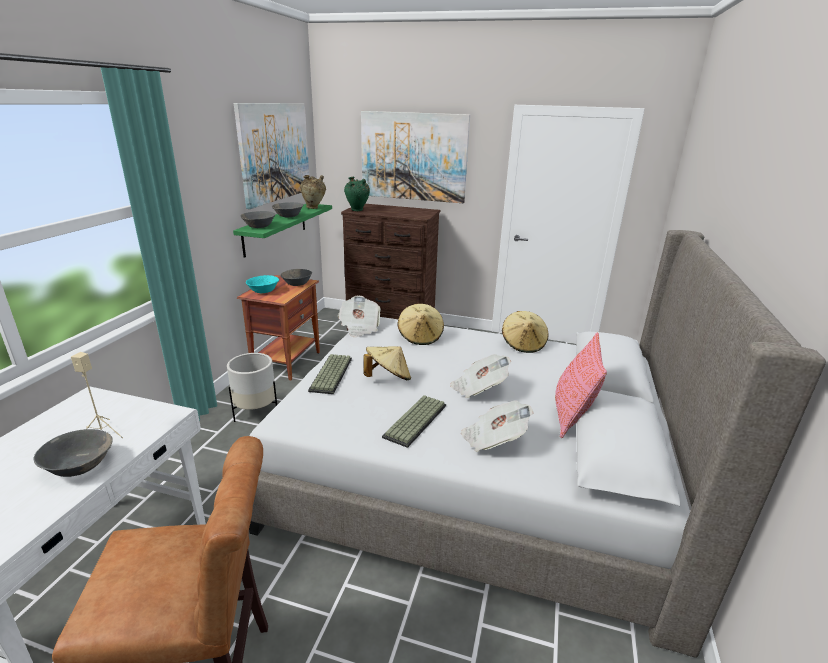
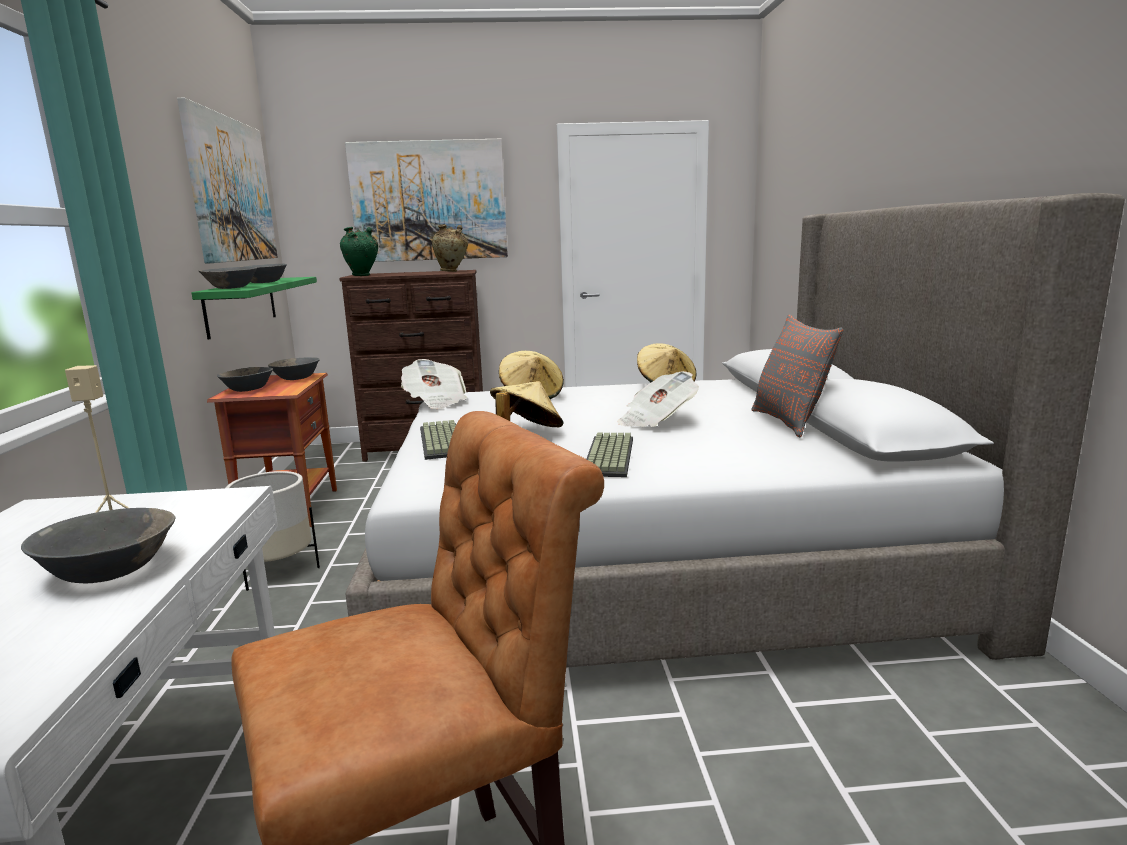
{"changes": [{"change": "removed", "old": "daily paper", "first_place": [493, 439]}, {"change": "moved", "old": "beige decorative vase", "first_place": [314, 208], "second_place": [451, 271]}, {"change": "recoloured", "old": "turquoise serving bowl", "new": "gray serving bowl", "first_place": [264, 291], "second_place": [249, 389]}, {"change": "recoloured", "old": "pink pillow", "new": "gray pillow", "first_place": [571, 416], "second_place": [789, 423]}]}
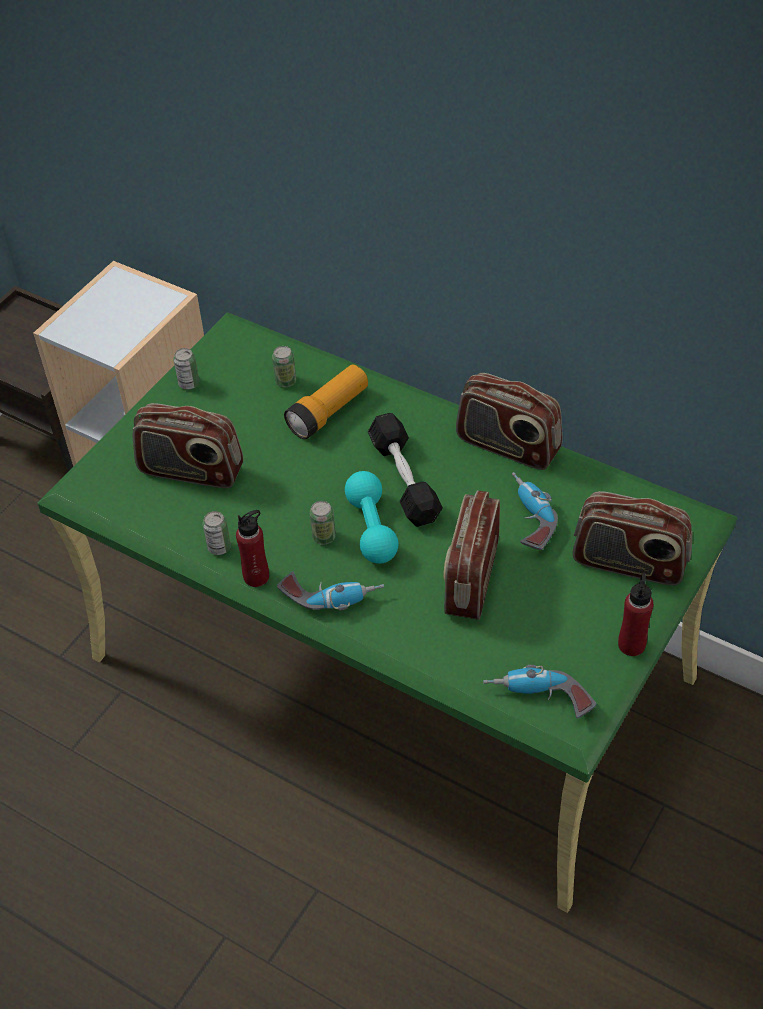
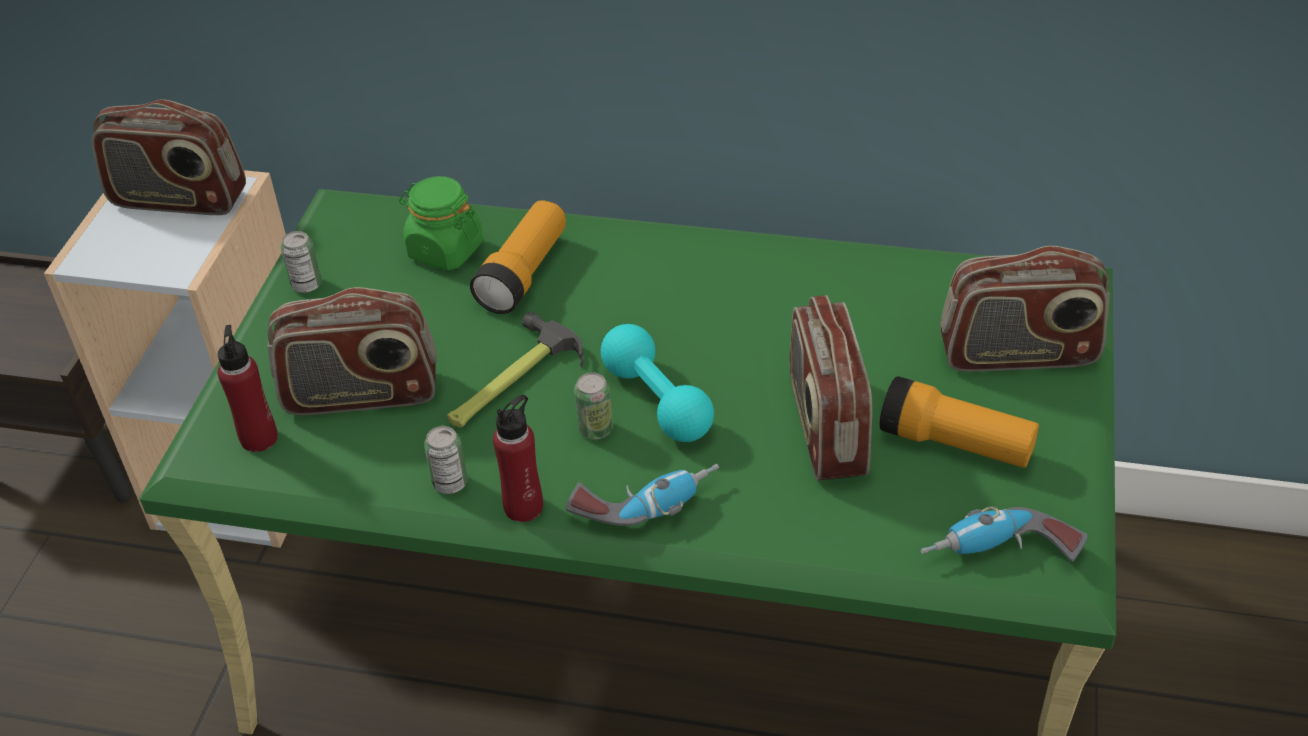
{"changes": [{"change": "removed", "old": "blackish hand weight", "first_place": [404, 480]}, {"change": "removed", "old": "drill", "first_place": [527, 518]}, {"change": "added", "new": "hand hammer", "second_place": [510, 381]}, {"change": "added", "new": "hand torch", "second_place": [955, 443]}, {"change": "moved", "old": "radio", "first_place": [507, 446], "second_place": [178, 200]}, {"change": "moved", "old": "red drink bottle", "first_place": [631, 644], "second_place": [259, 438]}, {"change": "replaced", "old": "sealed can", "new": "green-coloured preserve jar", "first_place": [285, 381], "second_place": [445, 250]}]}
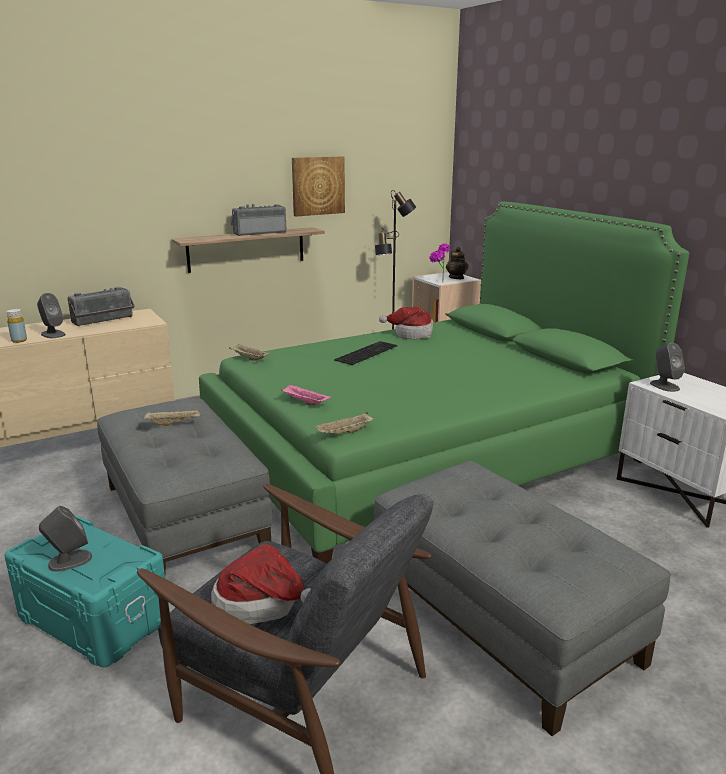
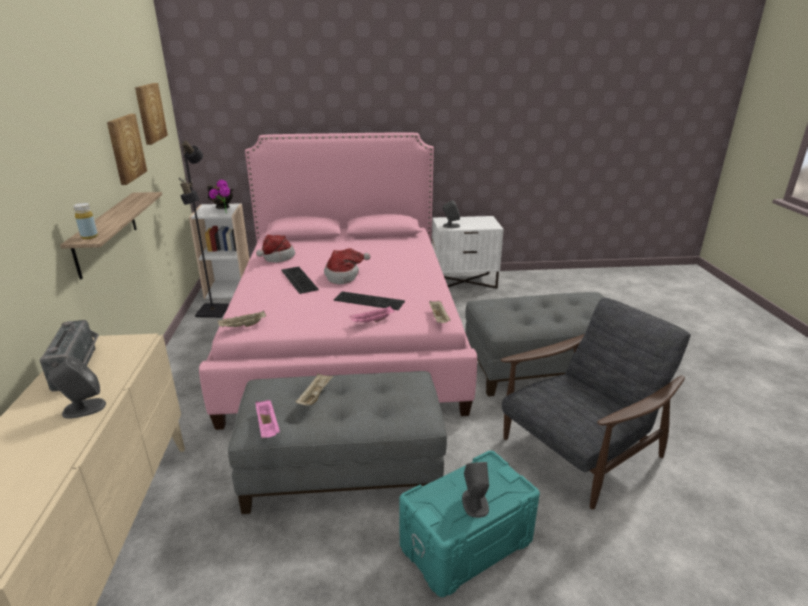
{"changes": [{"change": "removed", "old": "radio", "first_place": [259, 233]}, {"change": "added", "new": "wall art", "second_place": [149, 113]}, {"change": "added", "new": "pink carrying tray", "second_place": [268, 426]}, {"change": "added", "new": "computer keyboard", "second_place": [370, 300]}, {"change": "moved", "old": "yellow drink bottle", "first_place": [19, 340], "second_place": [89, 236]}, {"change": "moved", "old": "wearable hat", "first_place": [262, 605], "second_place": [344, 276]}, {"change": "recoloured", "old": "green-coloured bedroom bed", "new": "pink bedroom bed", "first_place": [423, 450], "second_place": [345, 334]}]}
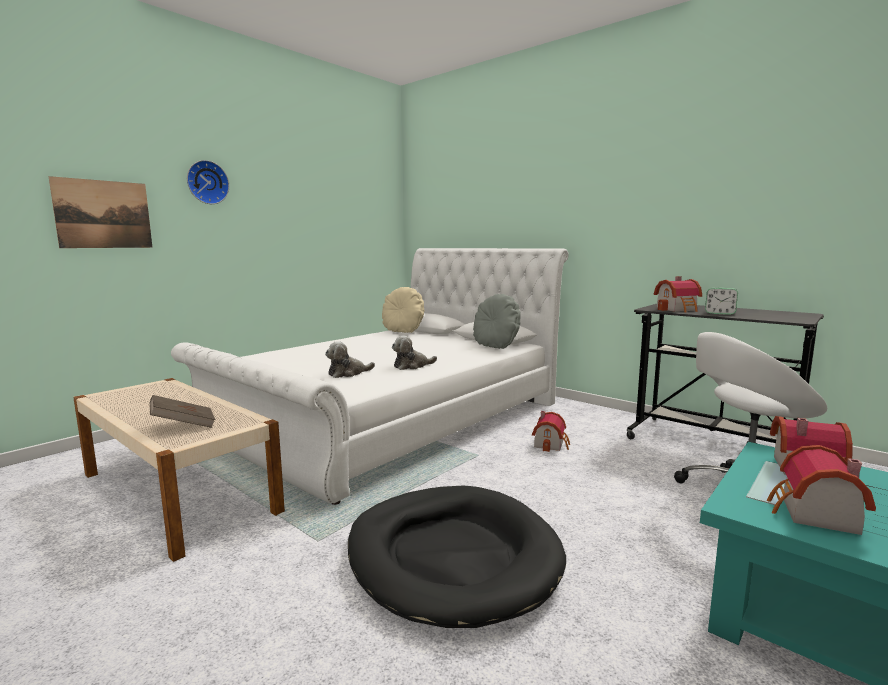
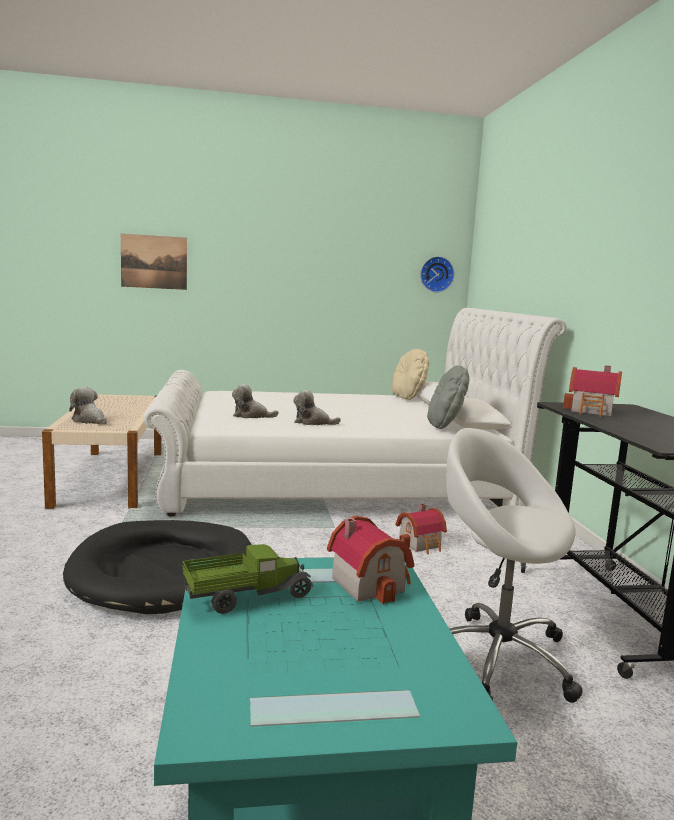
{"changes": [{"change": "removed", "old": "table clock", "first_place": [720, 313]}, {"change": "moved", "old": "clock on the wall", "first_place": [207, 182], "second_place": [436, 274]}, {"change": "replaced", "old": "brown bound book", "new": "soft toy", "first_place": [183, 425], "second_place": [89, 421]}, {"change": "replaced", "old": "miniature house", "new": "toy truck", "first_place": [814, 515], "second_place": [246, 597]}]}
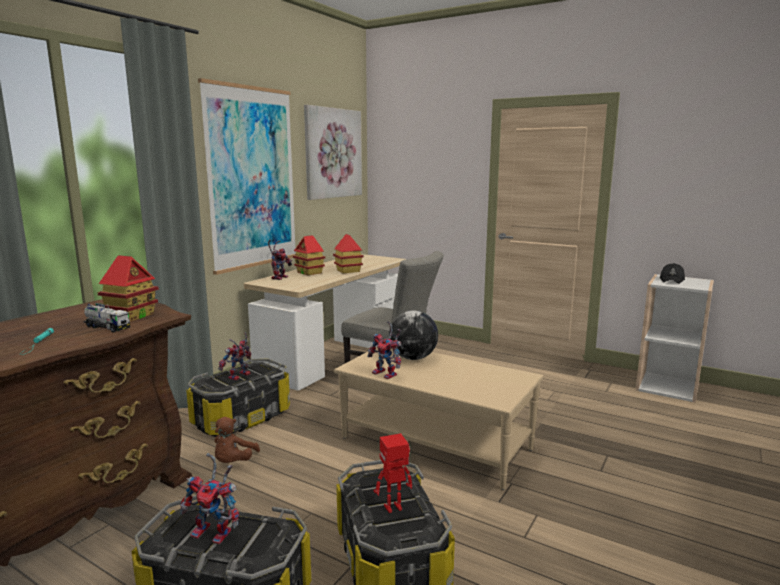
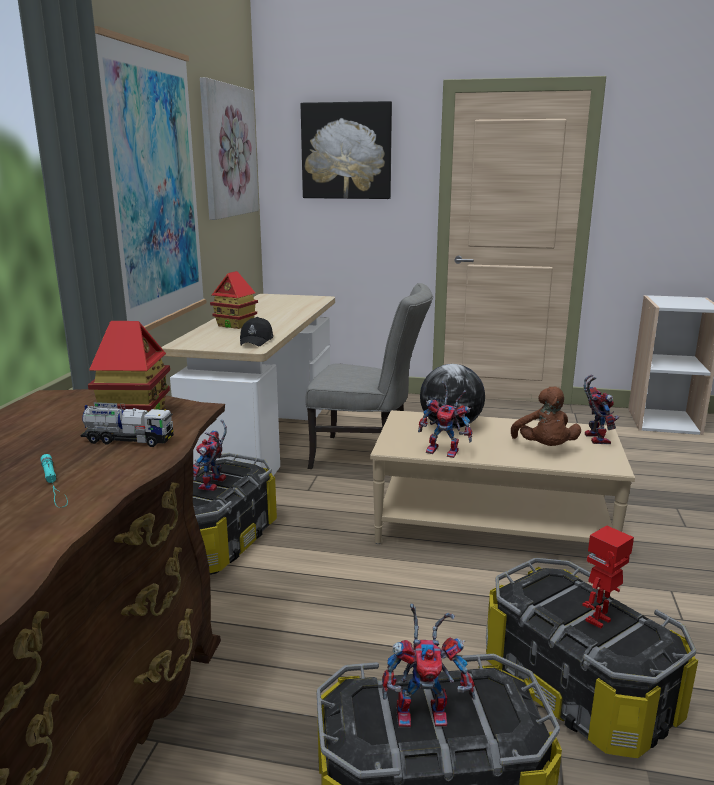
{"changes": [{"change": "removed", "old": "miniature house", "first_place": [348, 271]}, {"change": "added", "new": "wall art", "second_place": [346, 151]}, {"change": "moved", "old": "brown soft toy", "first_place": [233, 462], "second_place": [544, 448]}, {"change": "moved", "old": "toy robot", "first_place": [279, 277], "second_place": [593, 438]}, {"change": "moved", "old": "blackish peaked cap", "first_place": [672, 280], "second_place": [257, 340]}]}
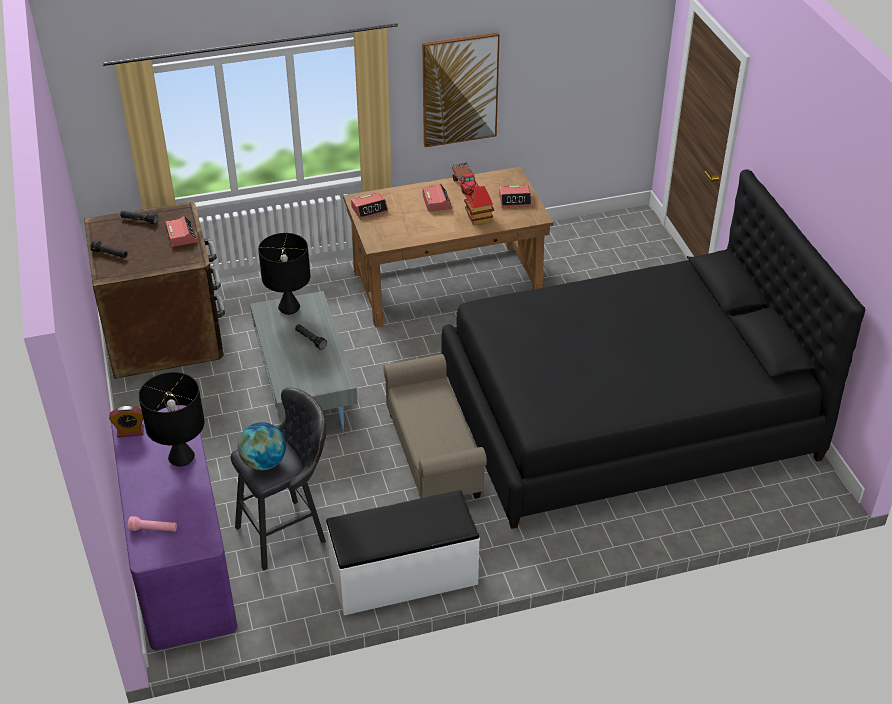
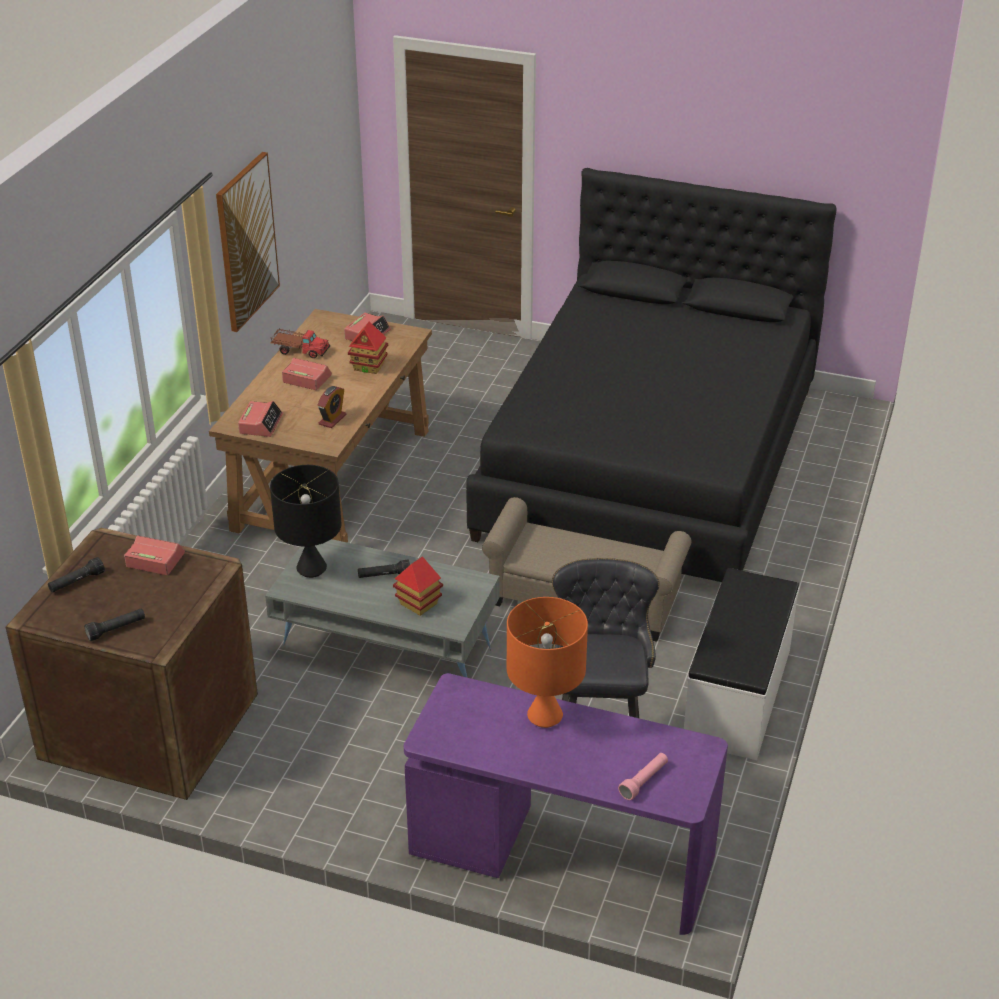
{"changes": [{"change": "removed", "old": "globe", "first_place": [264, 462]}, {"change": "added", "new": "miniature house", "second_place": [418, 604]}, {"change": "moved", "old": "table clock", "first_place": [130, 431], "second_place": [332, 419]}, {"change": "recoloured", "old": "blackish lamp for a table", "new": "orange-coloured lamp for a table", "first_place": [181, 459], "second_place": [544, 718]}]}
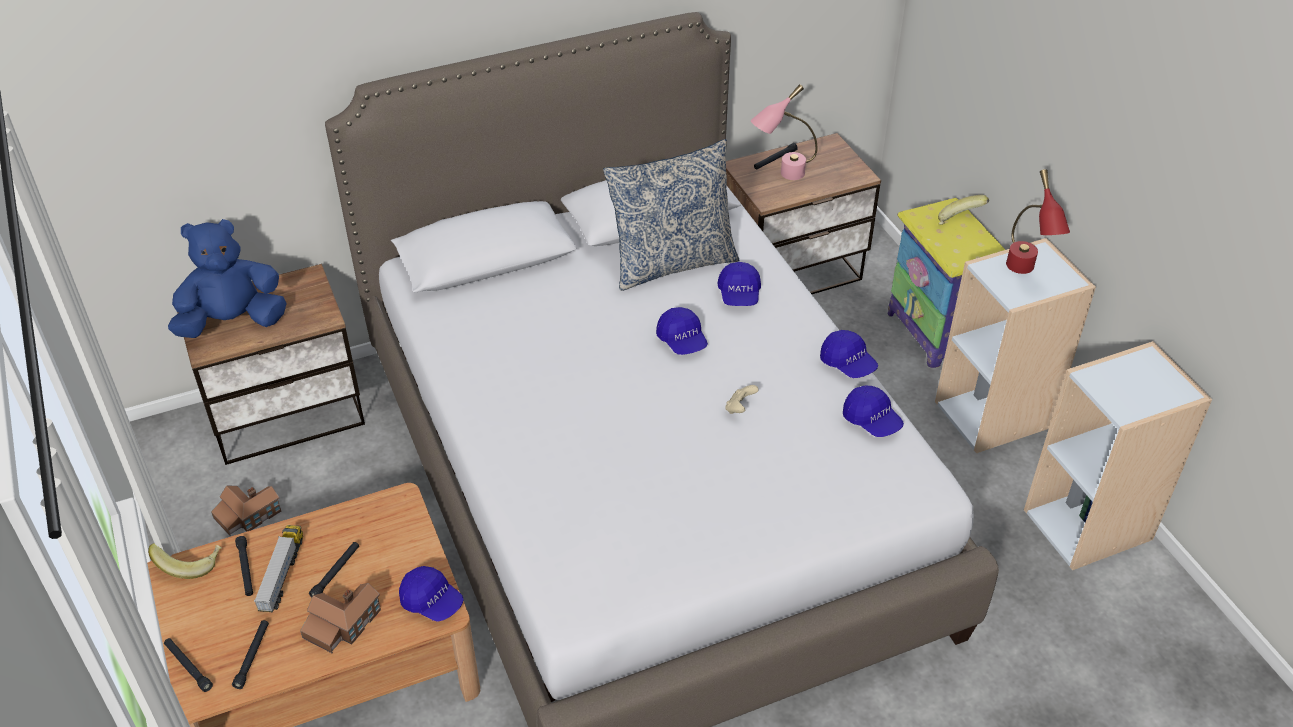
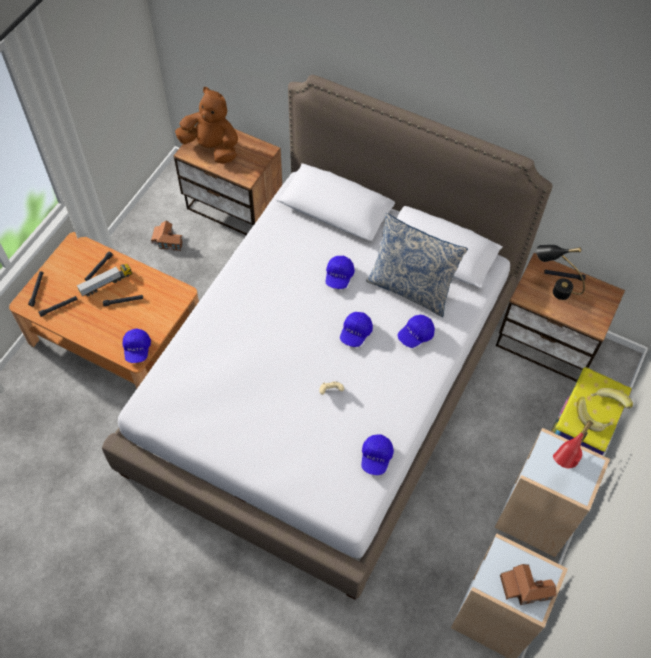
{"changes": [{"change": "moved", "old": "banana fruit", "first_place": [190, 564], "second_place": [592, 418]}, {"change": "moved", "old": "miniature house", "first_place": [342, 624], "second_place": [525, 588]}, {"change": "moved", "old": "blue-coloured peaked cap", "first_place": [848, 364], "second_place": [339, 277]}, {"change": "recoloured", "old": "blue-coloured soft toy", "new": "brown soft toy", "first_place": [233, 322], "second_place": [212, 147]}, {"change": "recoloured", "old": "pink lamp for a table", "new": "blackish lamp for a table", "first_place": [782, 176], "second_place": [552, 289]}]}
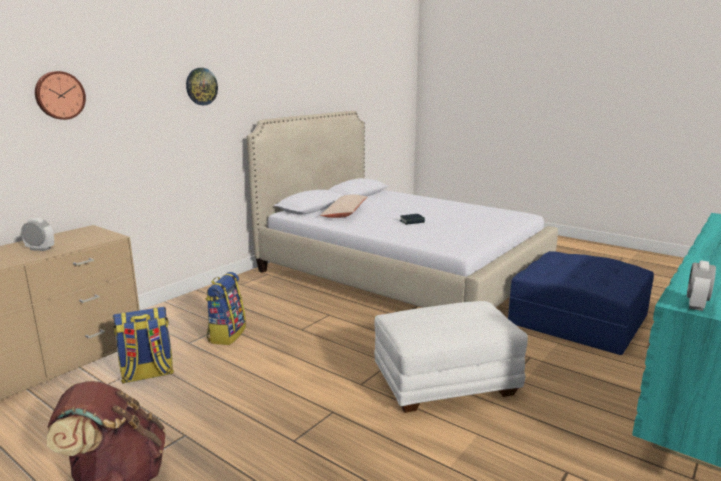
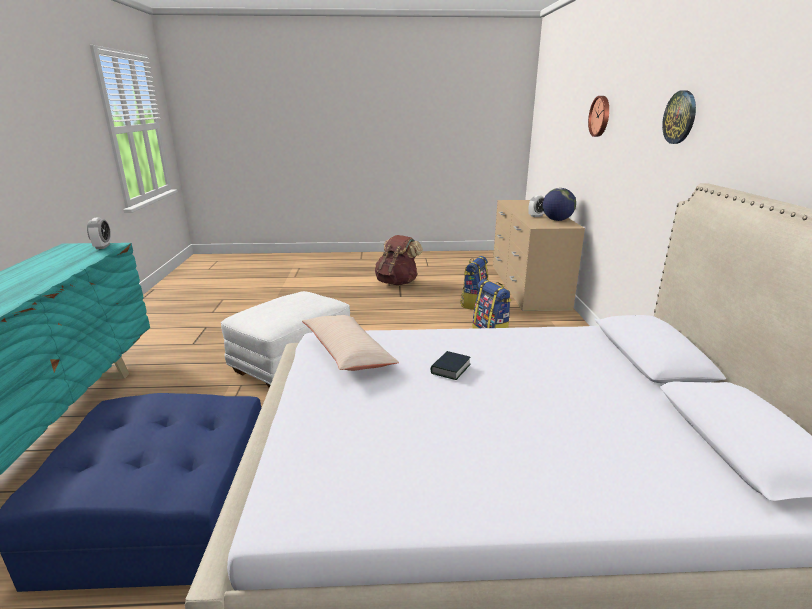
{"changes": [{"change": "added", "new": "globe", "second_place": [557, 220]}, {"change": "moved", "old": "beige pillow", "first_place": [344, 213], "second_place": [347, 353]}]}
